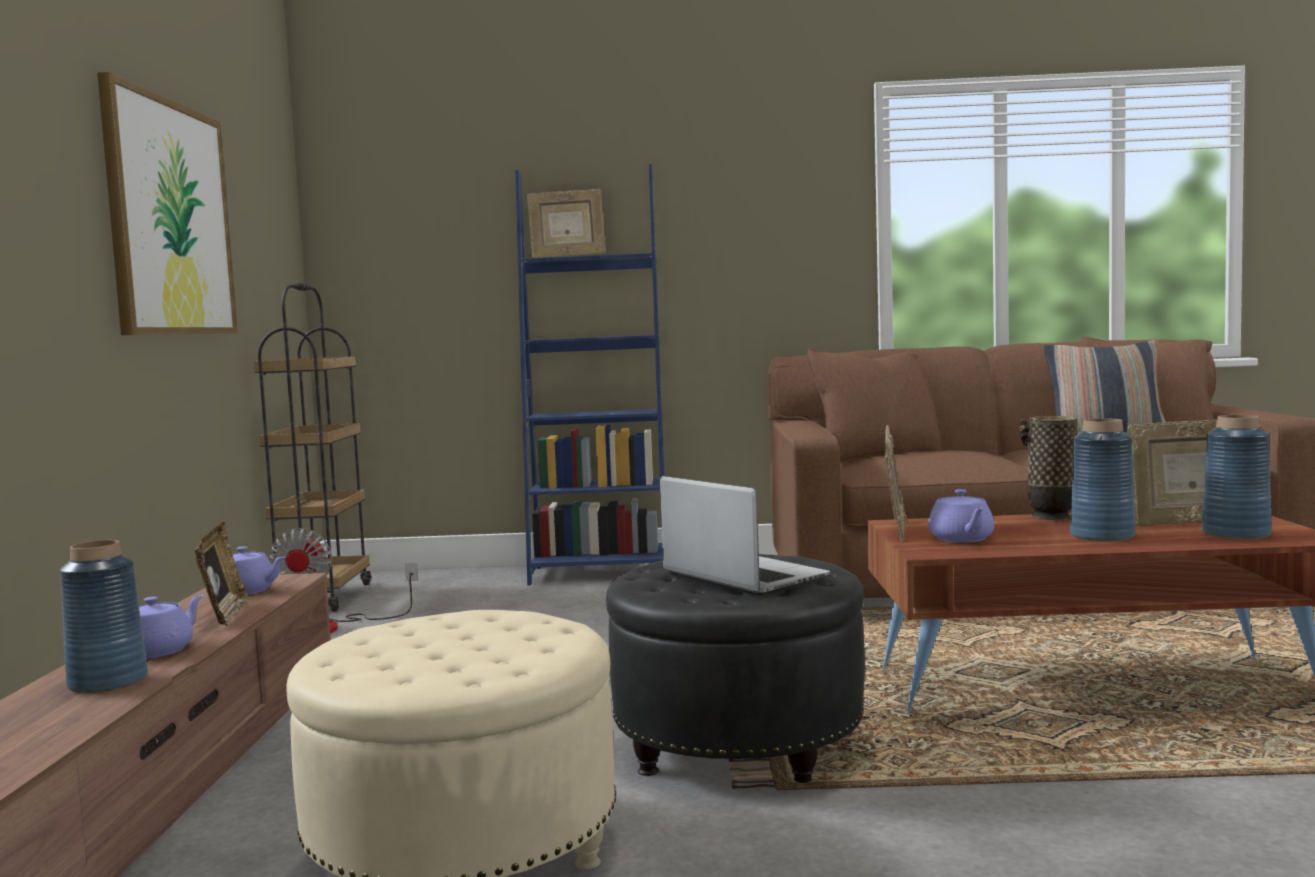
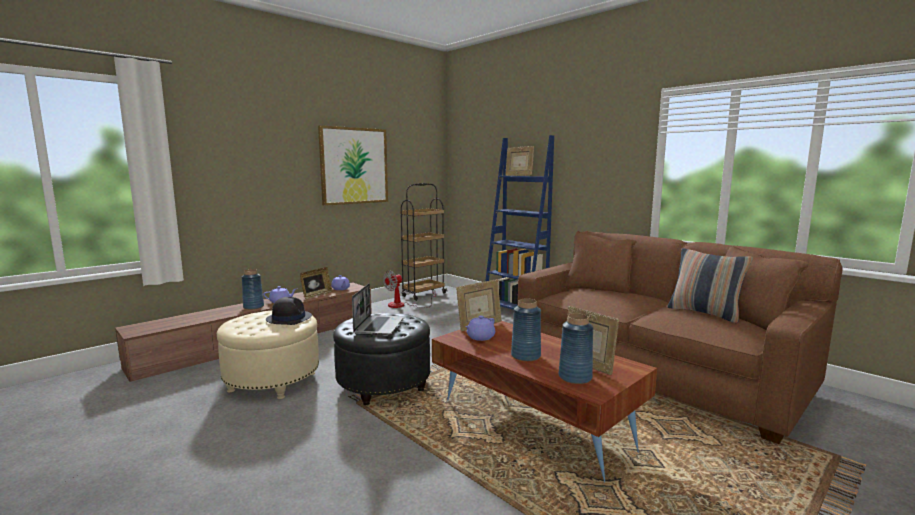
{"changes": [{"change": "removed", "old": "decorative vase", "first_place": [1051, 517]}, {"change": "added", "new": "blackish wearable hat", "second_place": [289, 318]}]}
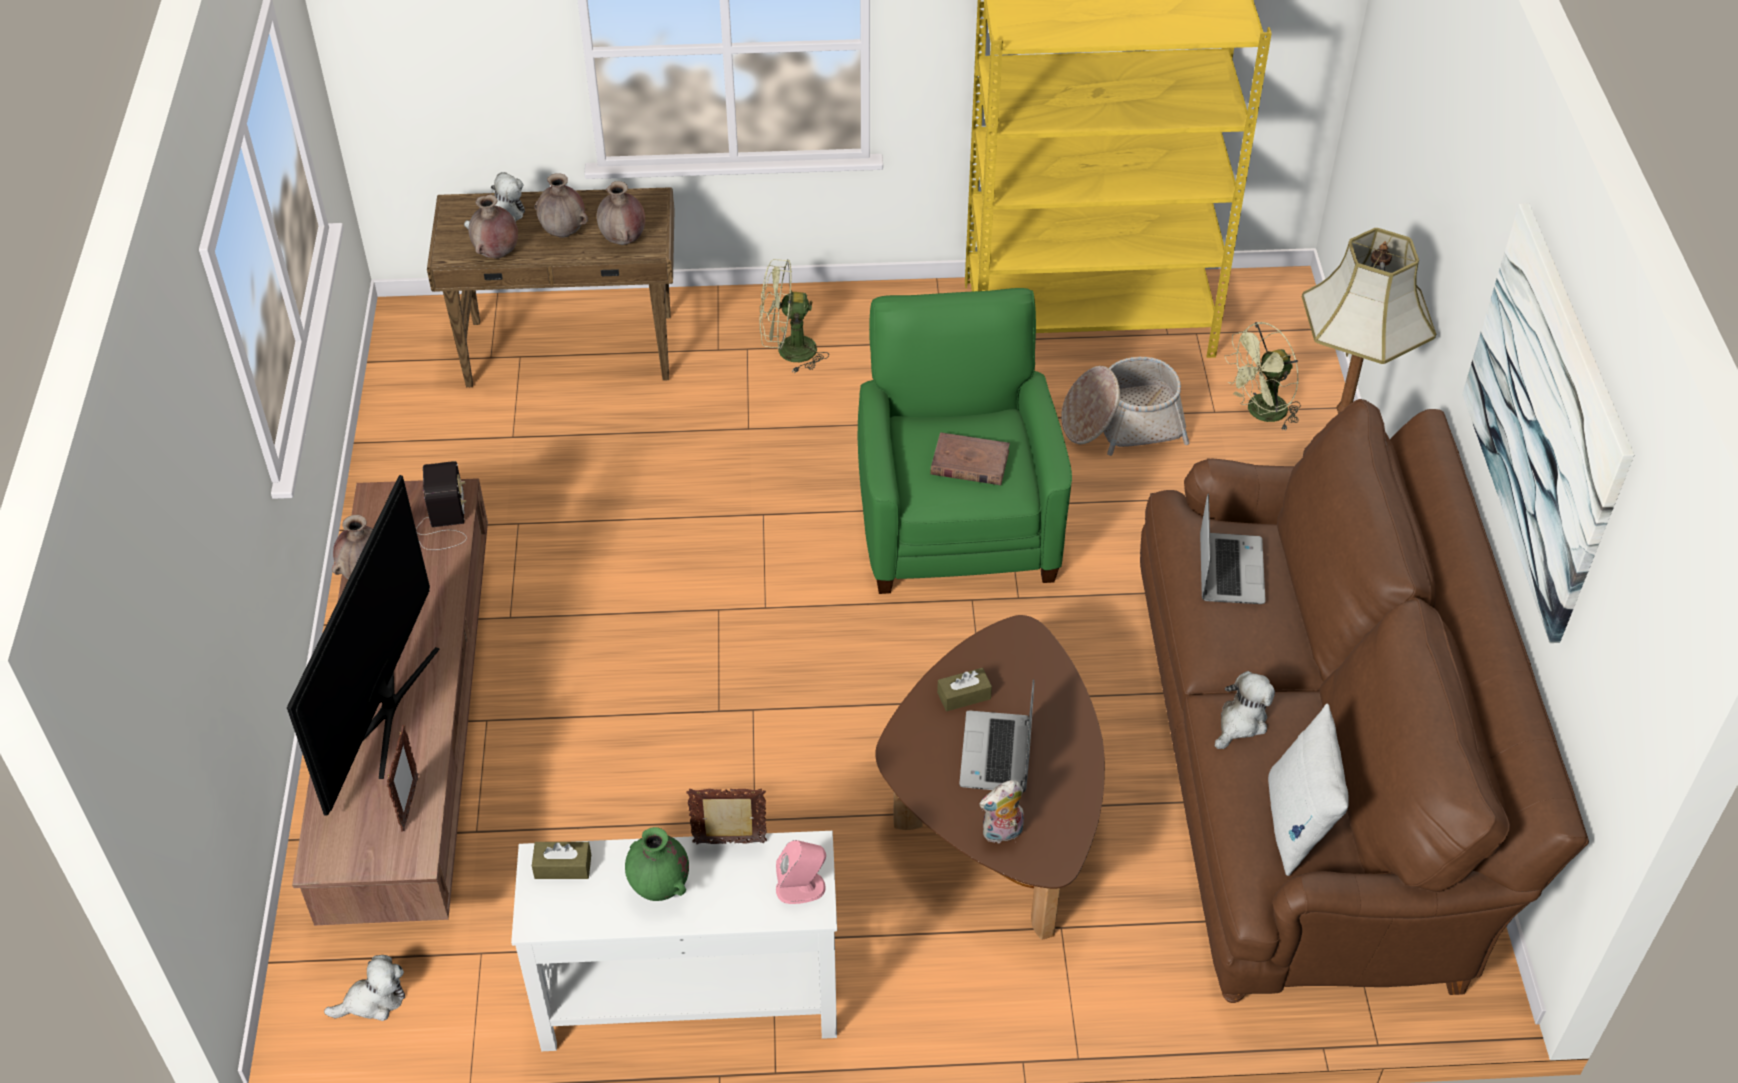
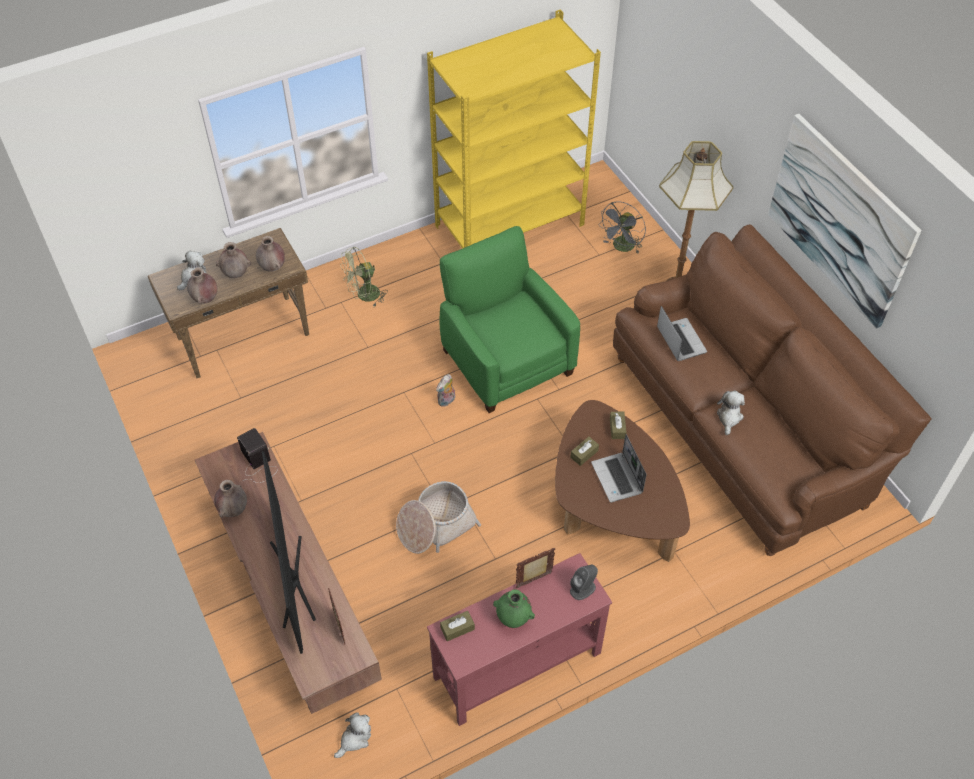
{"changes": [{"change": "removed", "old": "brown bound book", "first_place": [969, 463]}, {"change": "removed", "old": "gray pillow", "first_place": [1297, 824]}, {"change": "added", "new": "brown box of tissues", "second_place": [617, 428]}, {"change": "moved", "old": "soft toy", "first_place": [1002, 834], "second_place": [446, 401]}, {"change": "moved", "old": "household basket", "first_place": [1122, 423], "second_place": [435, 525]}, {"change": "recoloured", "old": "white hall table", "new": "red hall table", "first_place": [688, 997], "second_place": [516, 665]}, {"change": "recoloured", "old": "pink speaker", "new": "gray speaker", "first_place": [801, 888], "second_place": [583, 589]}, {"change": "recoloured", "old": "green-coloured fan", "new": "gray fan", "first_place": [1260, 413], "second_place": [622, 248]}]}
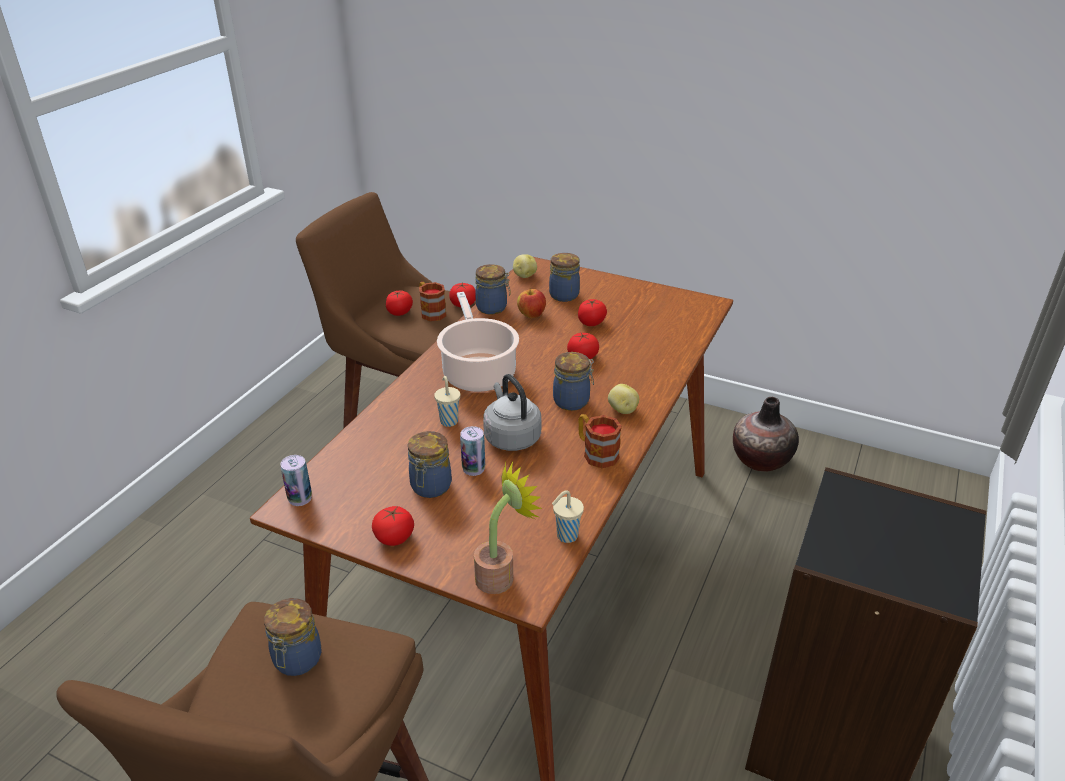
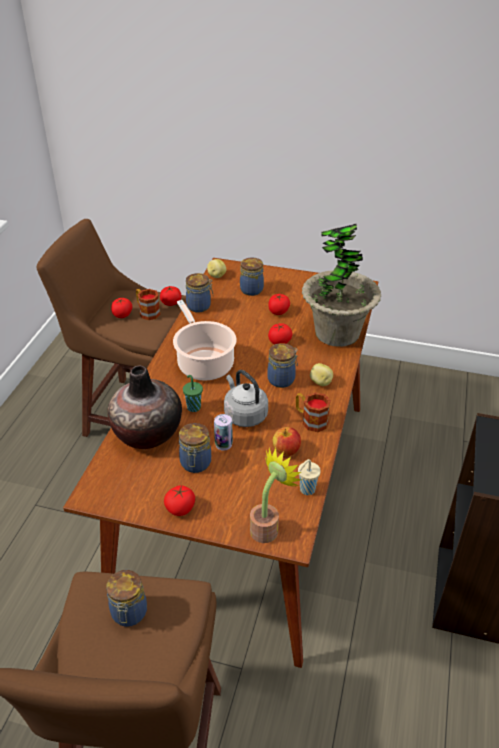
{"changes": [{"change": "removed", "old": "sealed can", "first_place": [300, 498]}, {"change": "added", "new": "houseplant", "second_place": [337, 333]}, {"change": "moved", "old": "whole apple", "first_place": [531, 315], "second_place": [286, 451]}, {"change": "moved", "old": "decorative vase", "first_place": [760, 459], "second_place": [147, 433]}, {"change": "recoloured", "old": "beige cup", "new": "green-coloured cup", "first_place": [448, 421], "second_place": [193, 407]}]}
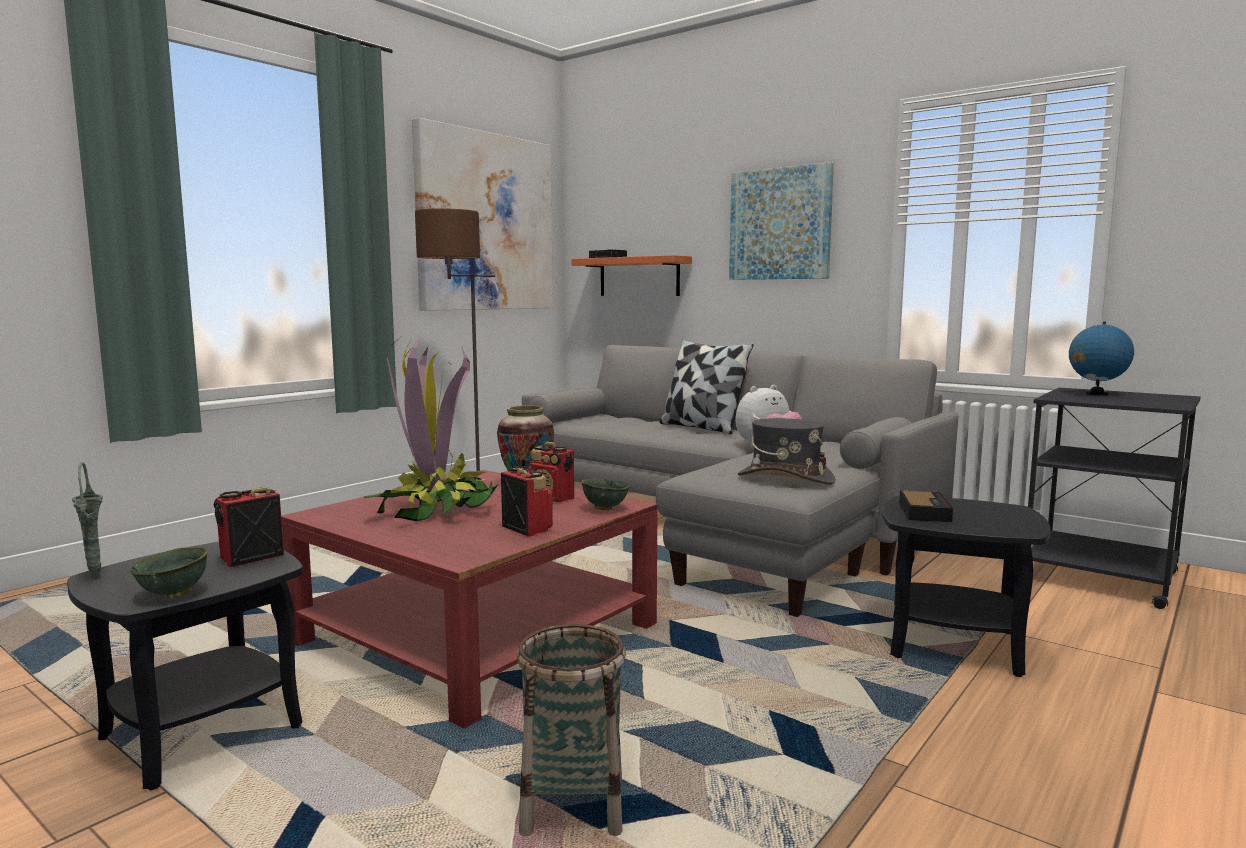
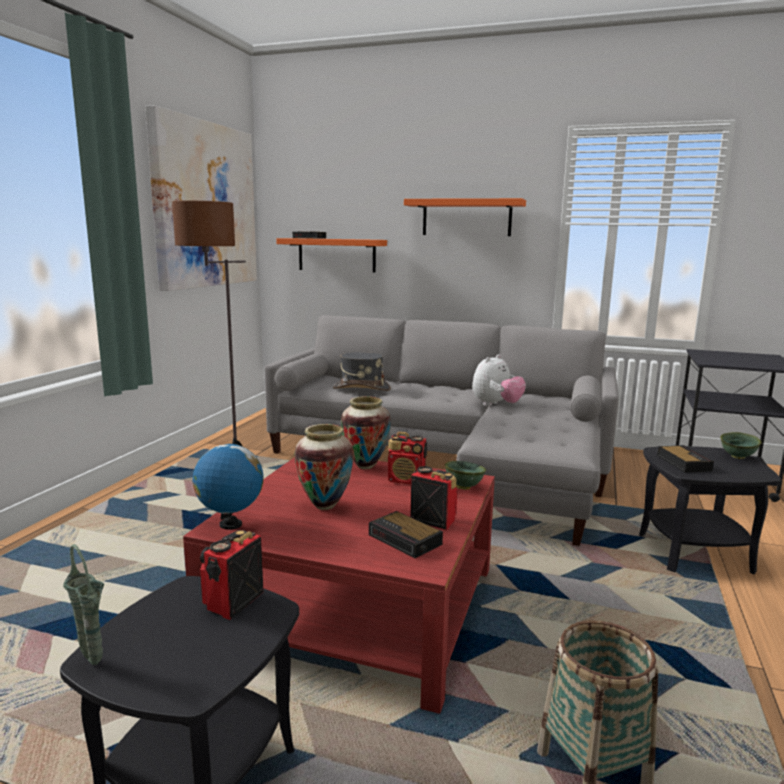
{"changes": [{"change": "removed", "old": "pillow", "first_place": [702, 427]}, {"change": "added", "new": "table clock", "second_place": [406, 540]}, {"change": "moved", "old": "green-coloured serving bowl", "first_place": [174, 595], "second_place": [738, 457]}, {"change": "moved", "old": "gray wearable hat", "first_place": [785, 478], "second_place": [361, 388]}, {"change": "moved", "old": "globe", "first_place": [1096, 394], "second_place": [230, 524]}, {"change": "replaced", "old": "houseplant", "new": "decorative vase", "first_place": [436, 509], "second_place": [325, 506]}, {"change": "replaced", "old": "wall art", "new": "orange-coloured wall shelf", "first_place": [780, 224], "second_place": [466, 218]}]}
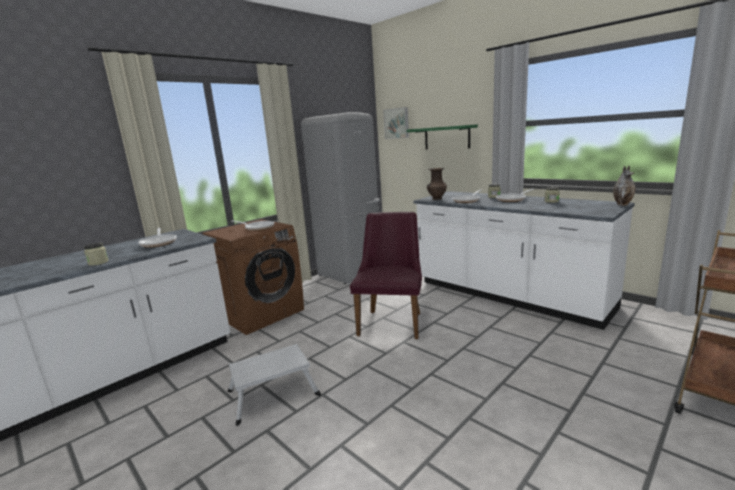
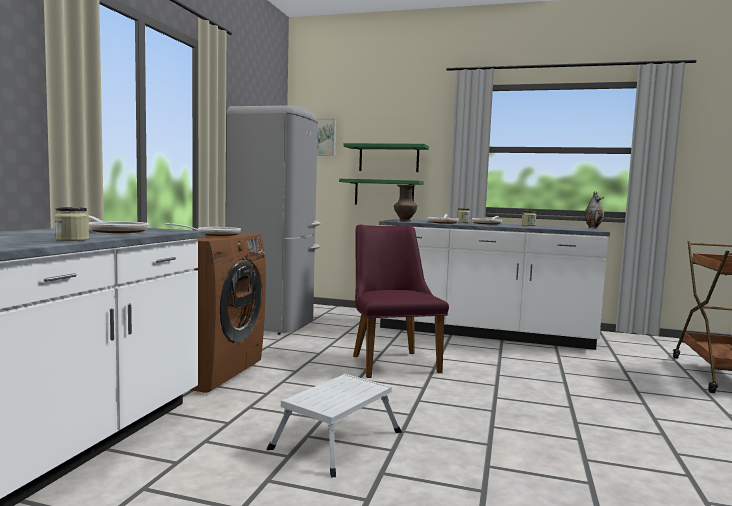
{"changes": [{"change": "added", "new": "green-coloured wall shelf", "second_place": [384, 193]}]}
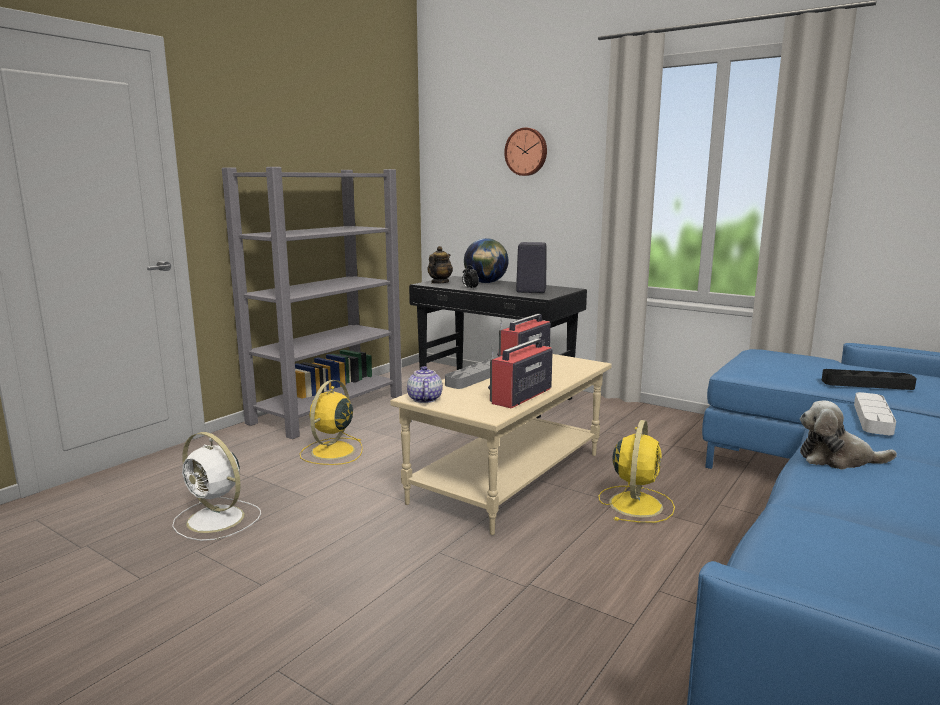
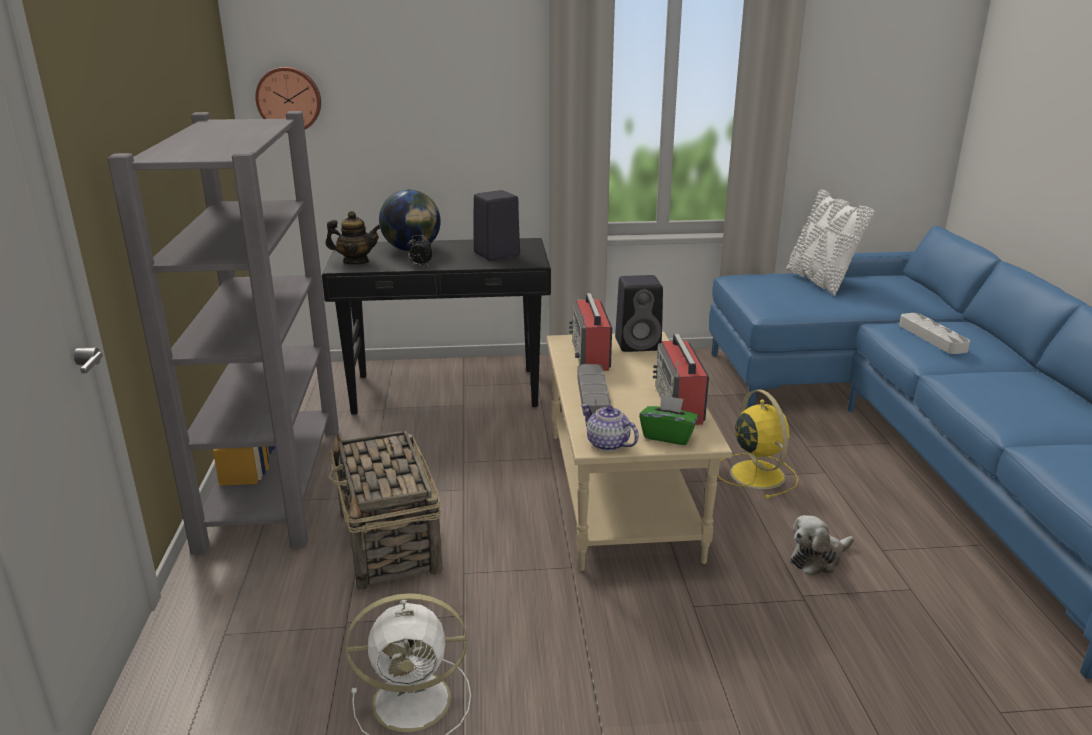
{"changes": [{"change": "removed", "old": "blackish carrying tray", "first_place": [867, 384]}, {"change": "added", "new": "blackish speaker", "second_place": [639, 344]}, {"change": "added", "new": "green-coloured box of tissues", "second_place": [668, 436]}, {"change": "added", "new": "white pillow", "second_place": [820, 281]}, {"change": "moved", "old": "clock on the wall", "first_place": [526, 152], "second_place": [289, 99]}, {"change": "moved", "old": "soft toy", "first_place": [837, 459], "second_place": [818, 559]}, {"change": "replaced", "old": "yellow fan", "new": "household basket", "first_place": [332, 452], "second_place": [389, 543]}, {"change": "turned", "old": "tea pot", "first_place": [439, 283], "second_place": [356, 262], "degrees": 105}]}
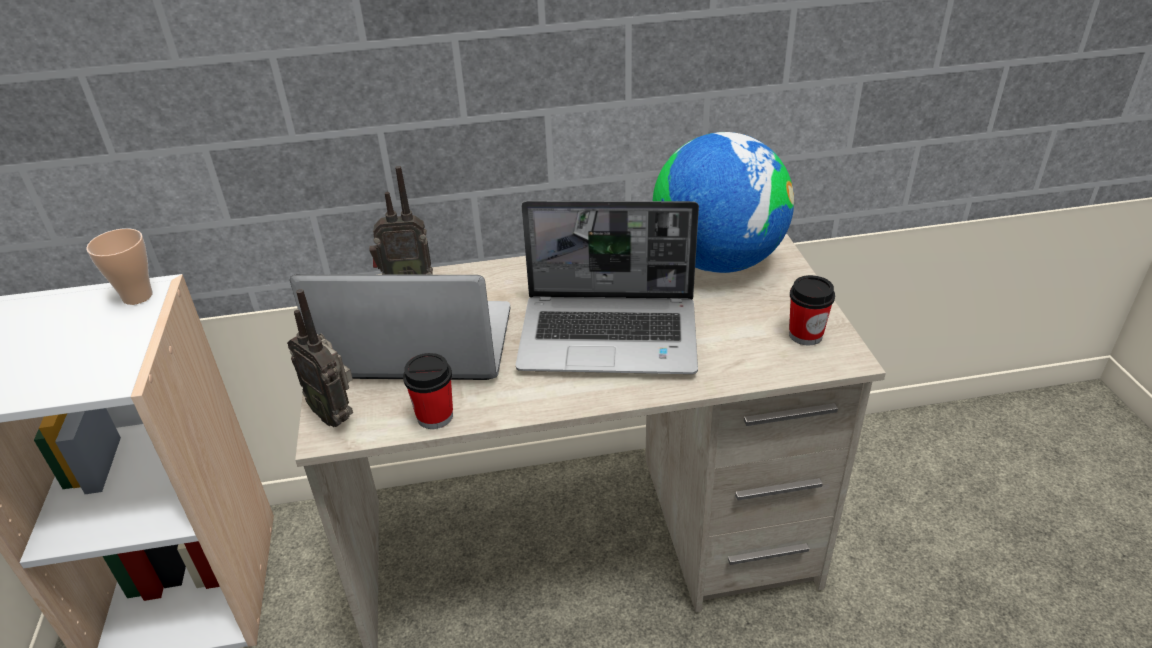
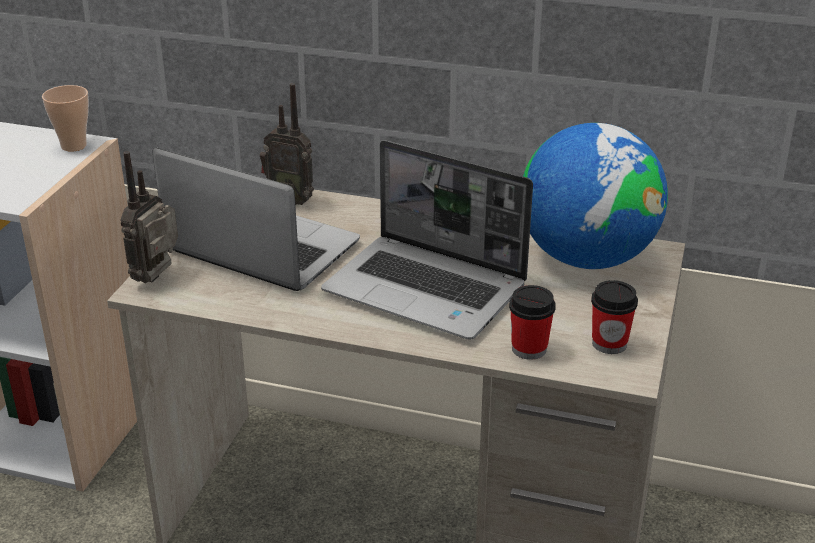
{"changes": [{"change": "moved", "old": "cup", "first_place": [435, 416], "second_place": [529, 349]}, {"change": "turned", "old": "radio", "first_place": [335, 414], "second_place": [159, 278], "degrees": 45}]}
